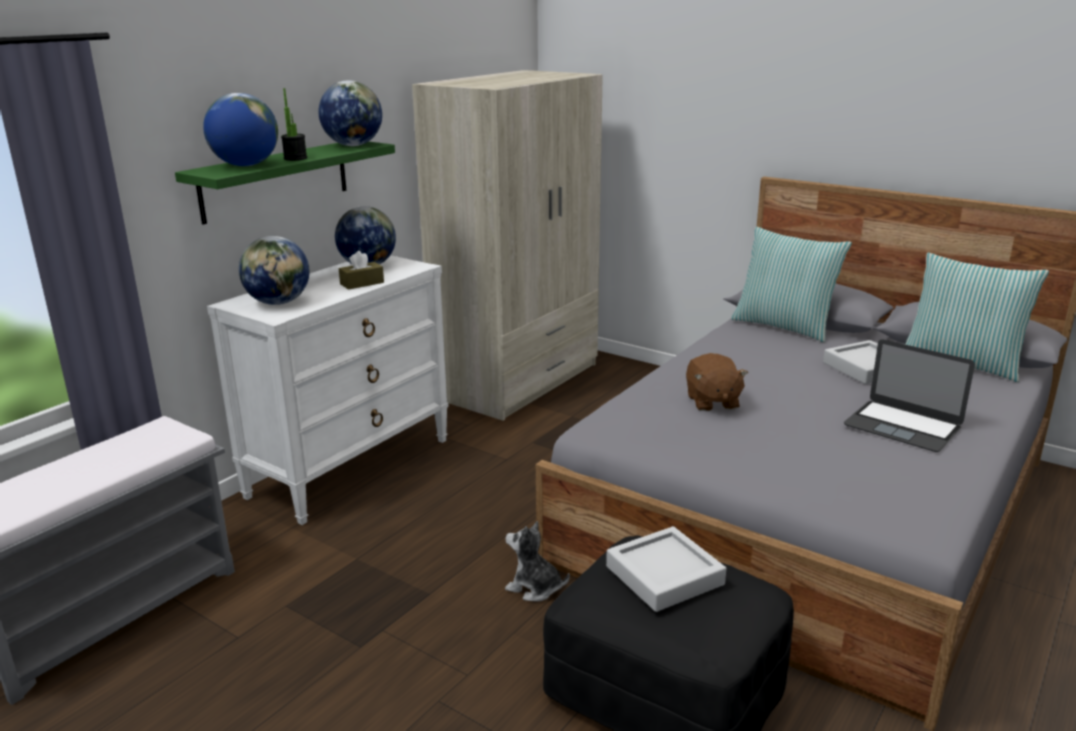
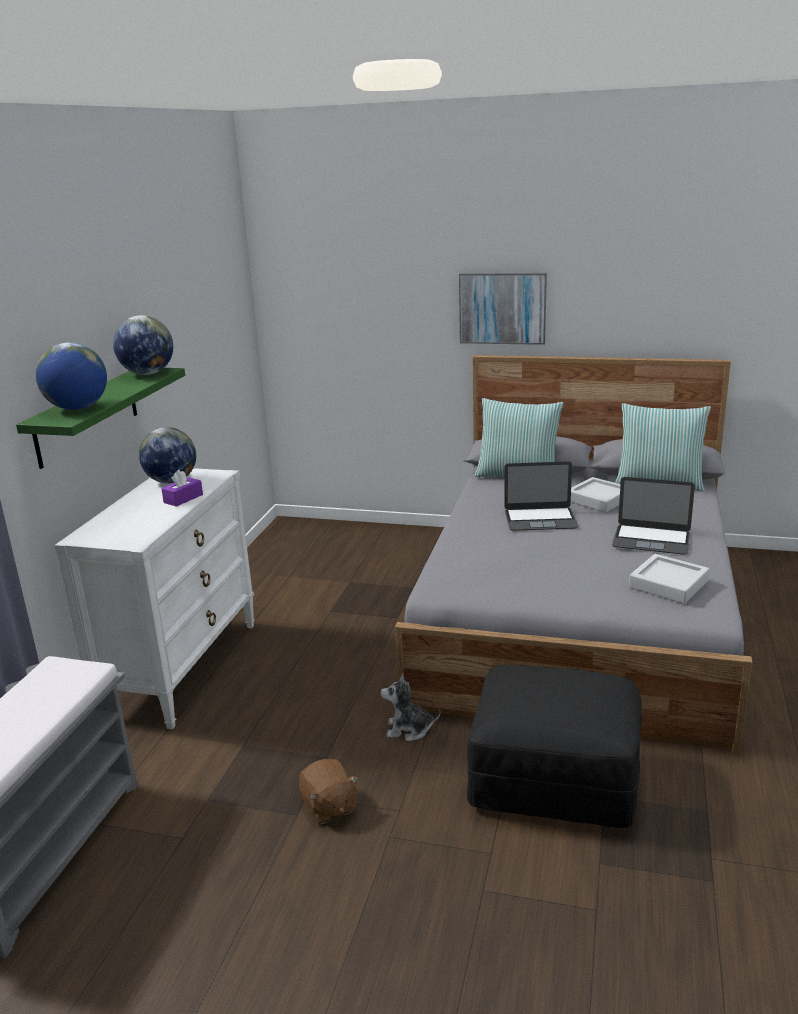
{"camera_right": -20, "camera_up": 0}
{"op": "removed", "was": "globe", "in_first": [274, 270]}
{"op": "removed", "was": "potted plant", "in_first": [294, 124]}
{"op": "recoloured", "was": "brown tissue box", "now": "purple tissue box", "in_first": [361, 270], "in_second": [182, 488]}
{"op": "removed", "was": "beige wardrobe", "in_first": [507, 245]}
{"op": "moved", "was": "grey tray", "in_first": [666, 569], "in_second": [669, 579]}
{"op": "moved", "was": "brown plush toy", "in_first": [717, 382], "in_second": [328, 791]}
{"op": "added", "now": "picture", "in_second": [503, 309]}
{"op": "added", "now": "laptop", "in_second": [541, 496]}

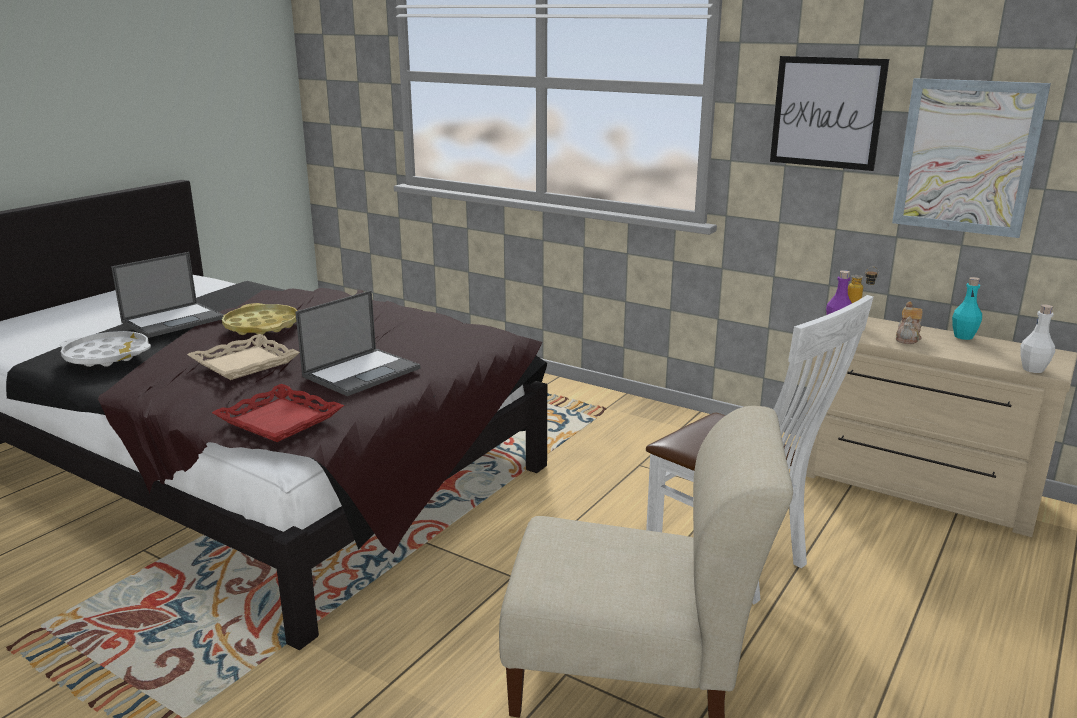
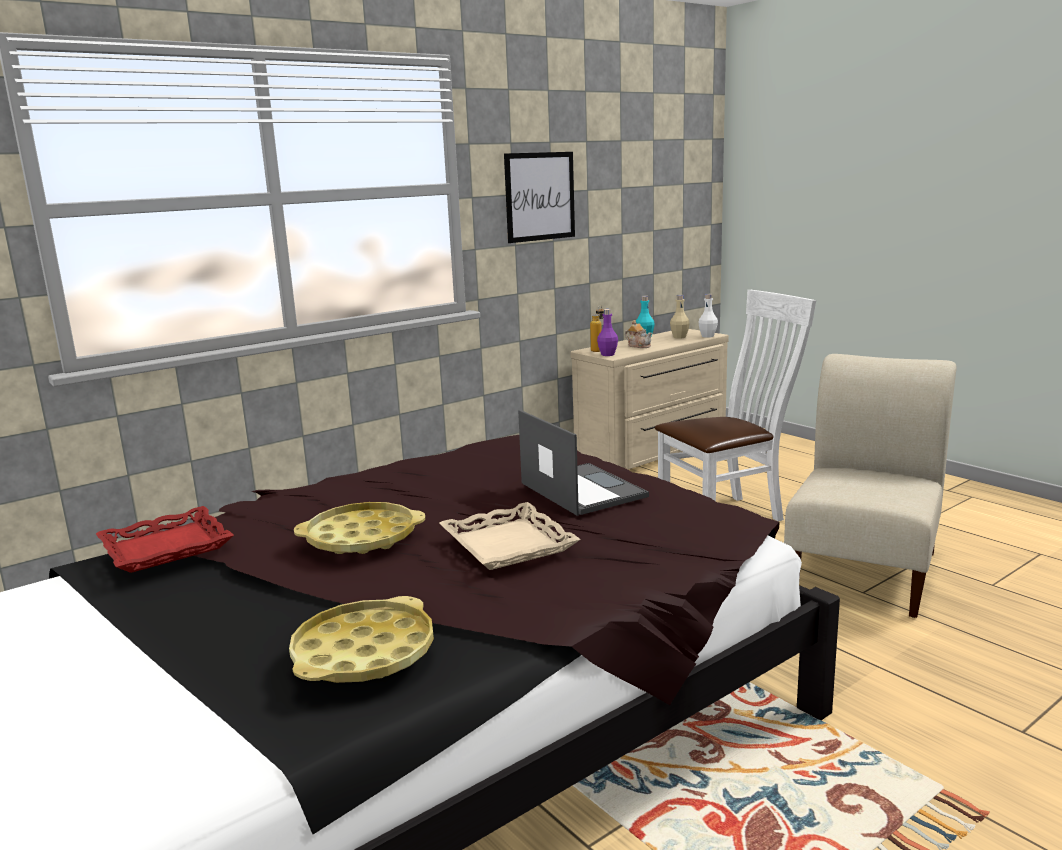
{"camera_right": -70, "camera_up": -5}
{"op": "recoloured", "was": "white tray", "now": "yellow tray", "in_first": [105, 349], "in_second": [361, 639]}
{"op": "removed", "was": "laptop", "in_first": [167, 295]}
{"op": "moved", "was": "red tray", "in_first": [278, 413], "in_second": [165, 539]}
{"op": "removed", "was": "picture", "in_first": [971, 158]}
{"op": "added", "now": "beige bottle", "in_second": [680, 317]}

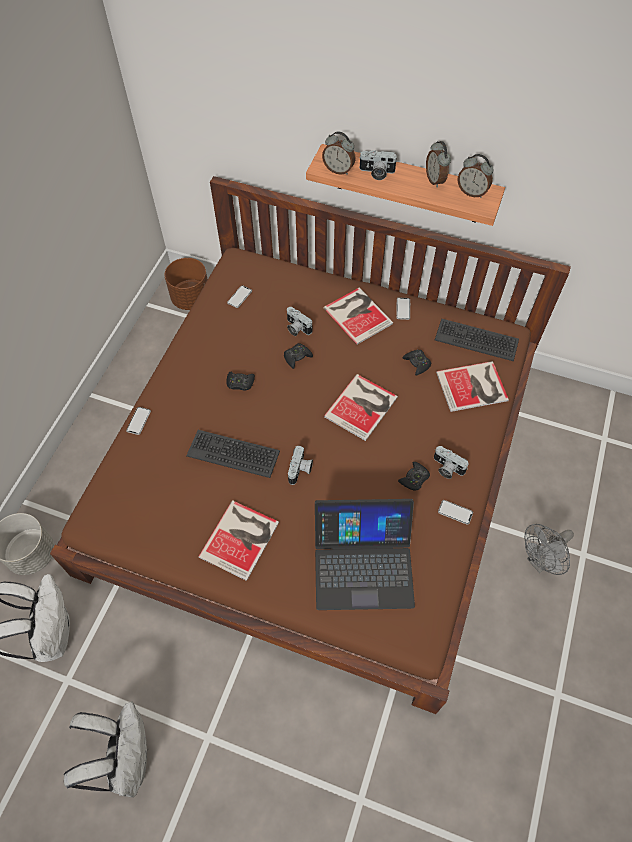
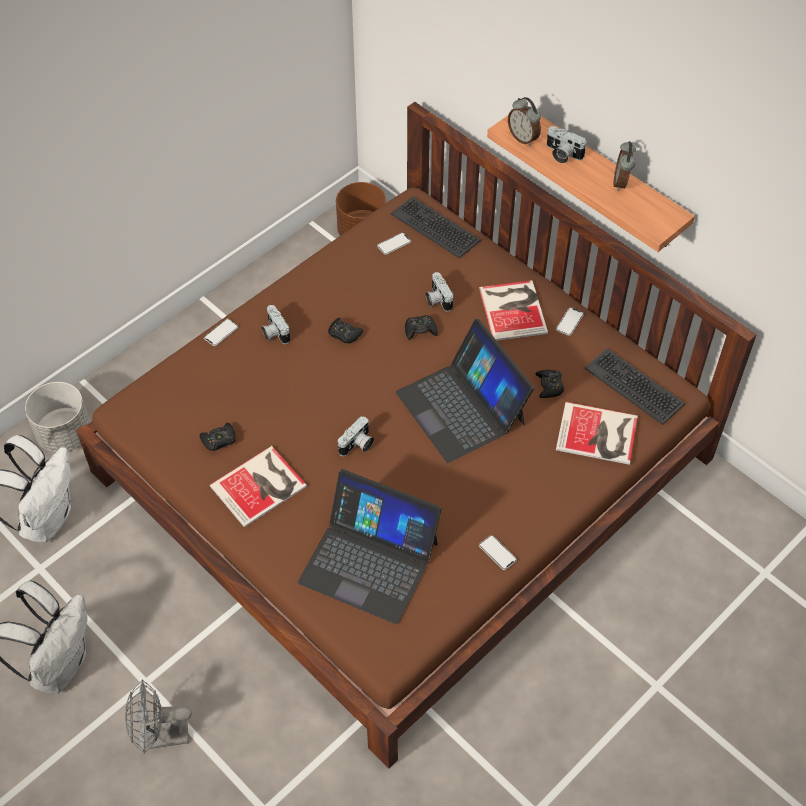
{"camera_right": 25, "camera_up": -5}
{"op": "moved", "was": "keyboard", "in_first": [233, 454], "in_second": [436, 227]}
{"op": "replaced", "was": "book", "now": "laptop", "in_first": [361, 407], "in_second": [465, 391]}
{"op": "moved", "was": "black game controller", "in_first": [414, 476], "in_second": [218, 437]}
{"op": "moved", "was": "photo camera", "in_first": [451, 462], "in_second": [276, 324]}
{"op": "removed", "was": "alarm clock", "in_first": [475, 176]}
{"op": "moved", "was": "grey fan", "in_first": [549, 549], "in_second": [158, 717]}

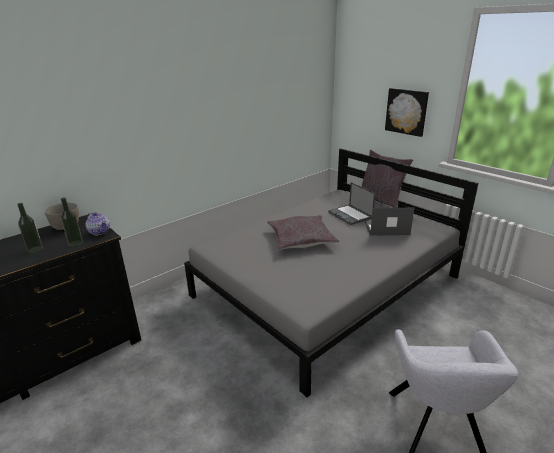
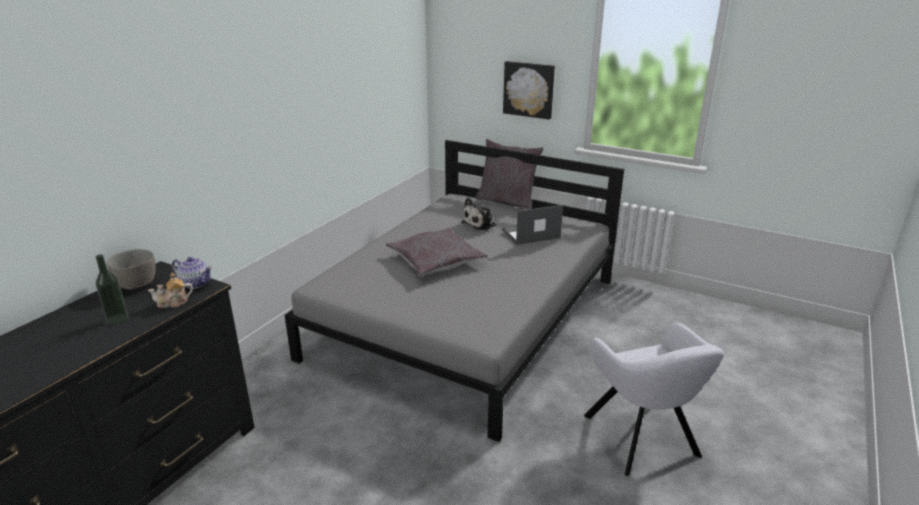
{"camera_right": -20, "camera_up": 0}
{"op": "replaced", "was": "bottle", "now": "teapot", "in_first": [72, 222], "in_second": [170, 290]}
{"op": "replaced", "was": "laptop", "now": "plush toy", "in_first": [352, 203], "in_second": [479, 214]}

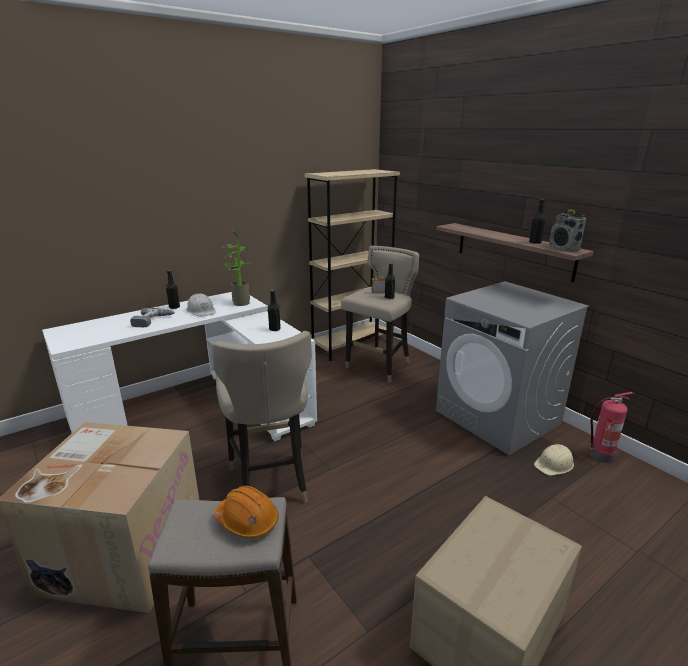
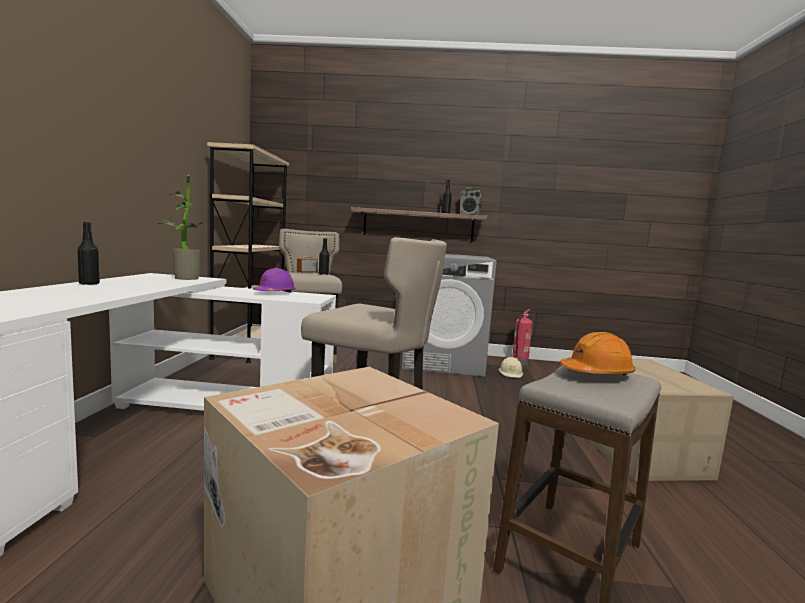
{"camera_right": -50, "camera_up": -15}
{"op": "removed", "was": "power drill", "in_first": [152, 317]}
{"op": "removed", "was": "white hard hat", "in_first": [201, 304]}
{"op": "replaced", "was": "black bottle", "now": "purple hard hat", "in_first": [274, 310], "in_second": [274, 280]}

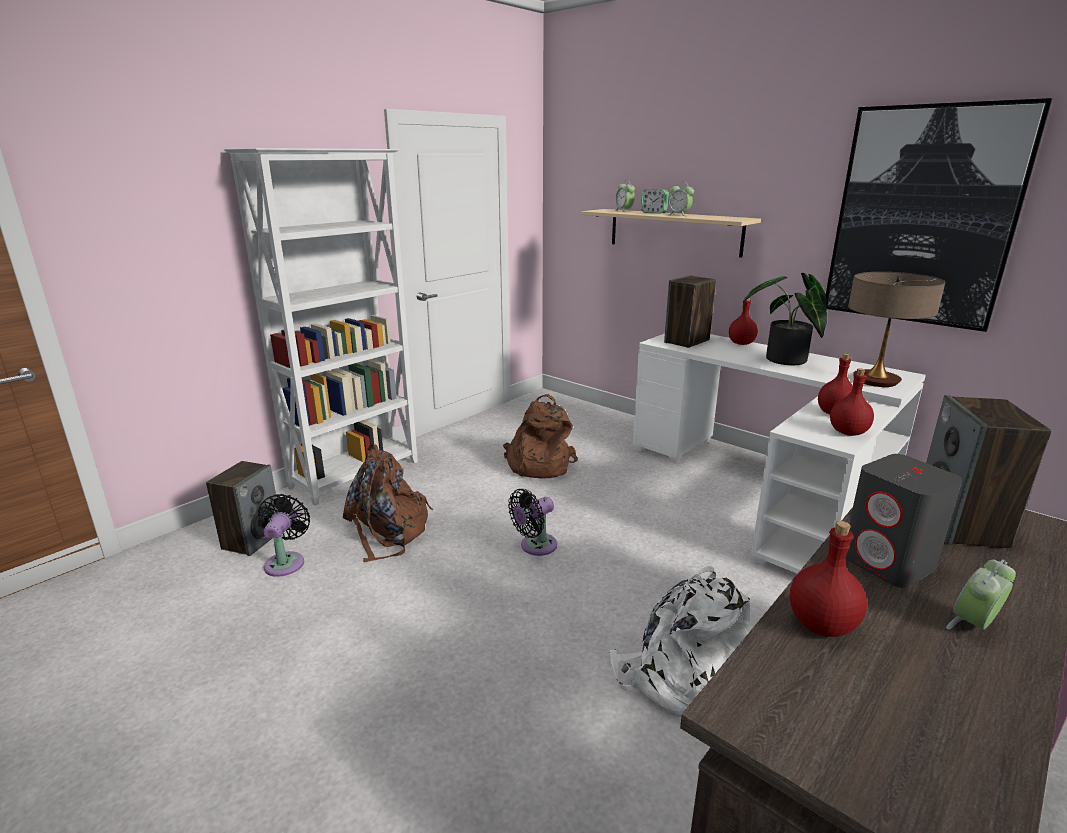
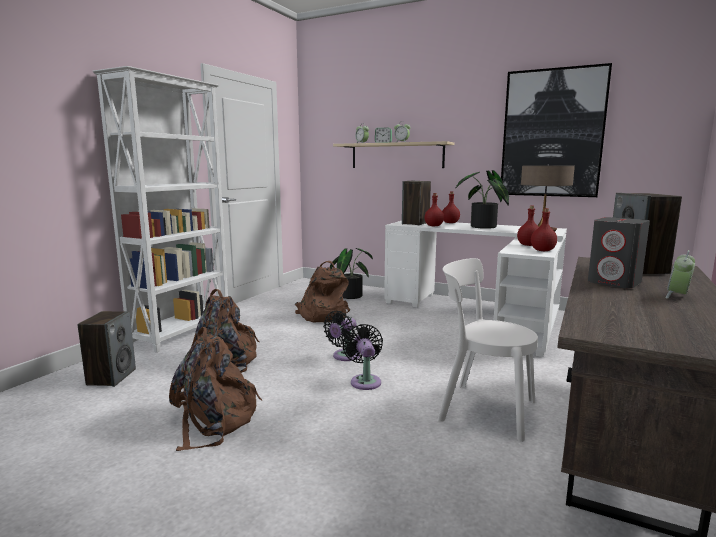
{"camera_right": -15, "camera_up": -10}
{"op": "moved", "was": "black fan", "in_first": [284, 535], "in_second": [363, 357]}
{"op": "replaced", "was": "white backpack", "now": "white chair", "in_first": [681, 641], "in_second": [487, 350]}
{"op": "moved", "was": "red bottle", "in_first": [828, 579], "in_second": [434, 209]}
{"op": "added", "now": "brown backpack", "in_second": [215, 389]}
{"op": "added", "now": "potted plant", "in_second": [351, 273]}

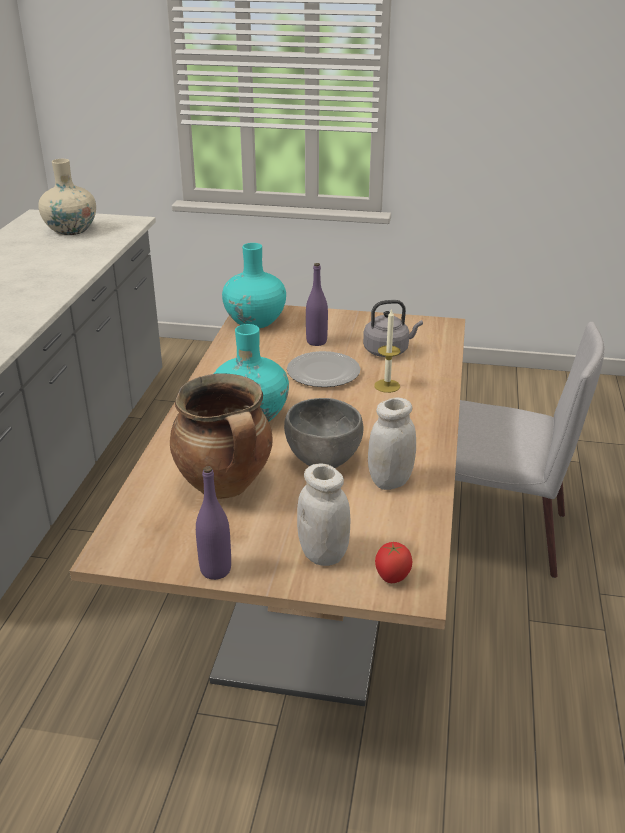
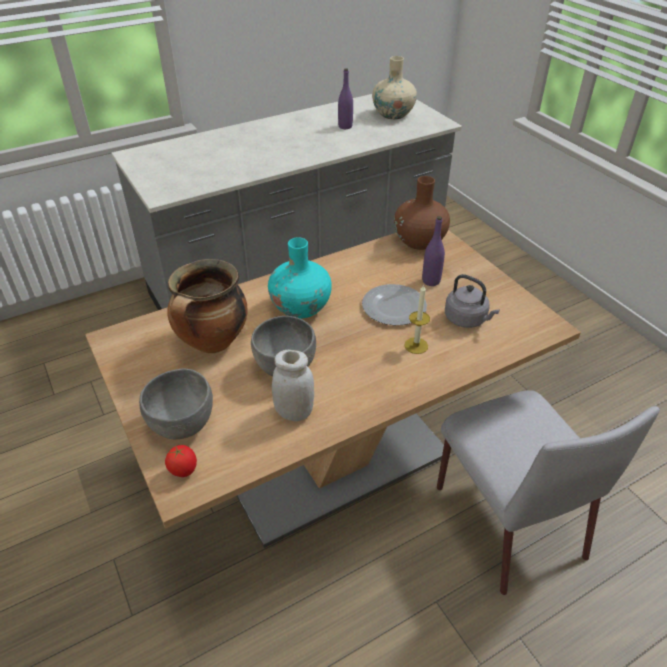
{"camera_right": 50, "camera_up": 10}
{"op": "moved", "was": "purple bottle", "in_first": [213, 523], "in_second": [345, 98]}
{"op": "recoloured", "was": "turquoise vase", "now": "brown vase", "in_first": [254, 285], "in_second": [422, 213]}
{"op": "replaced", "was": "white jar", "now": "grey bowl", "in_first": [323, 514], "in_second": [176, 404]}

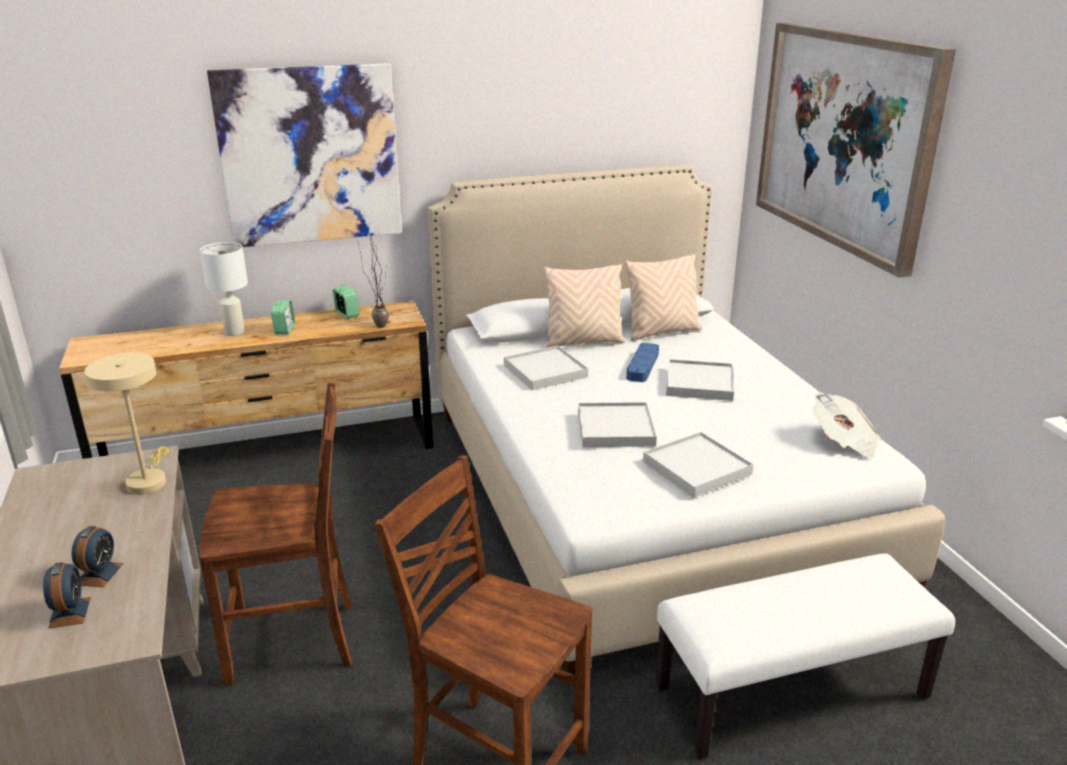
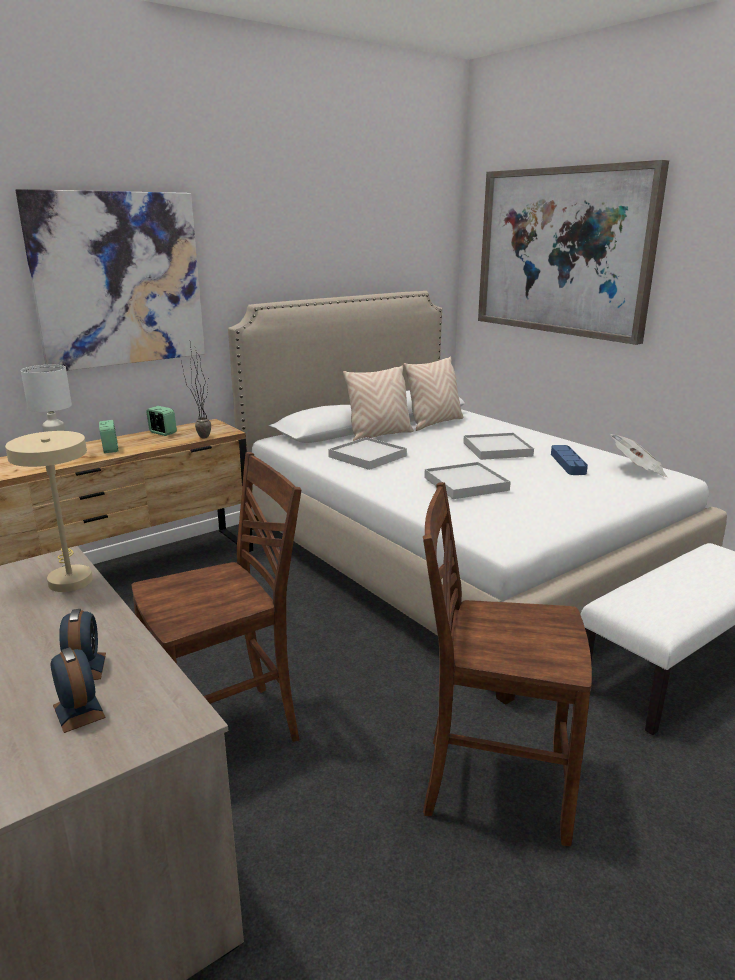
{"camera_right": -20, "camera_up": -5}
{"op": "moved", "was": "blue tray", "in_first": [642, 362], "in_second": [569, 460]}
{"op": "removed", "was": "white tray", "in_first": [698, 465]}

